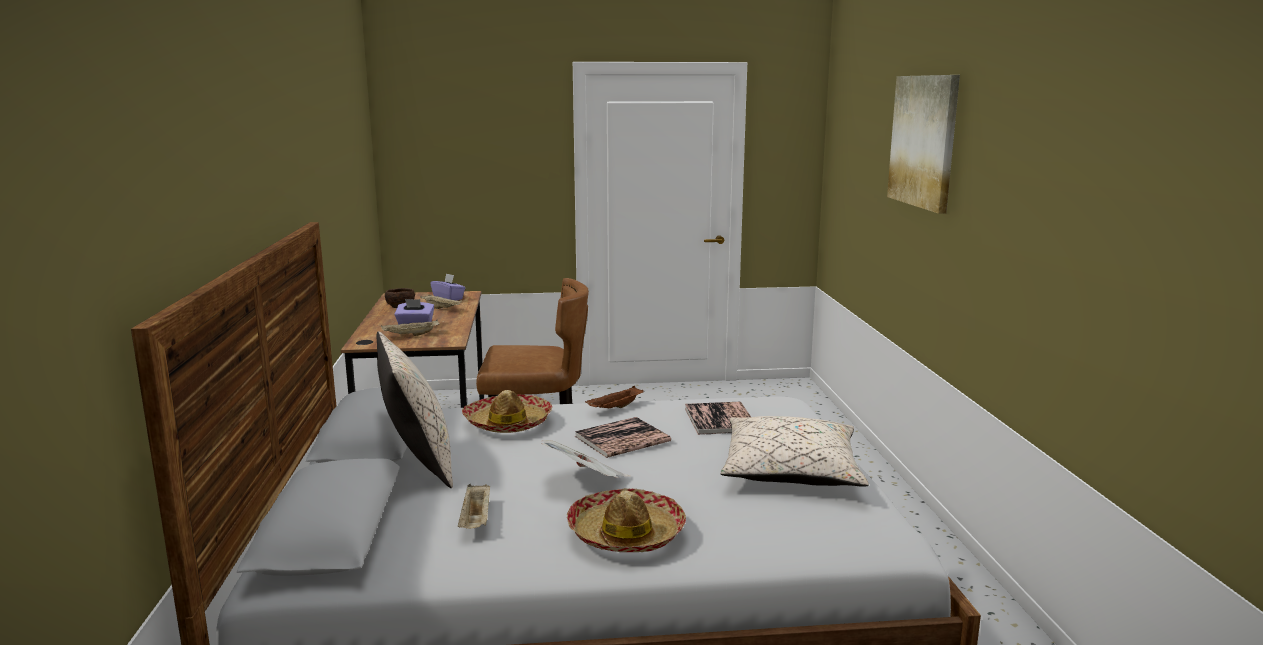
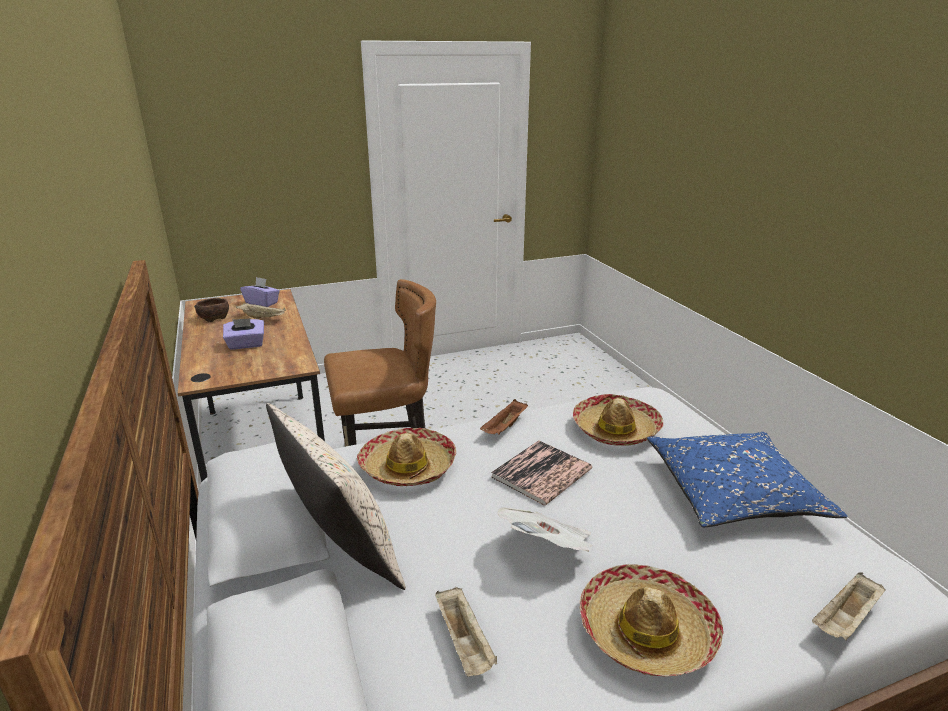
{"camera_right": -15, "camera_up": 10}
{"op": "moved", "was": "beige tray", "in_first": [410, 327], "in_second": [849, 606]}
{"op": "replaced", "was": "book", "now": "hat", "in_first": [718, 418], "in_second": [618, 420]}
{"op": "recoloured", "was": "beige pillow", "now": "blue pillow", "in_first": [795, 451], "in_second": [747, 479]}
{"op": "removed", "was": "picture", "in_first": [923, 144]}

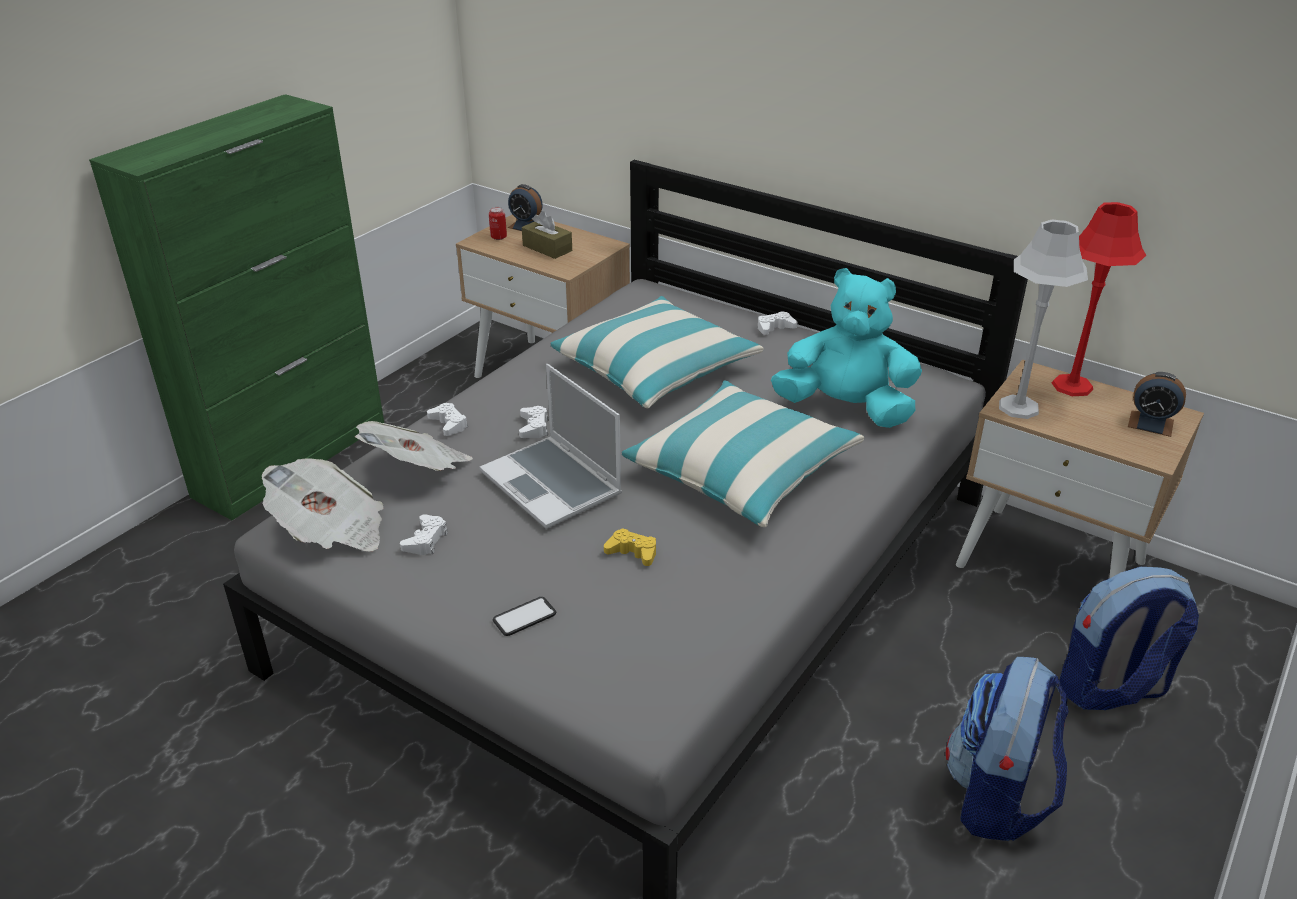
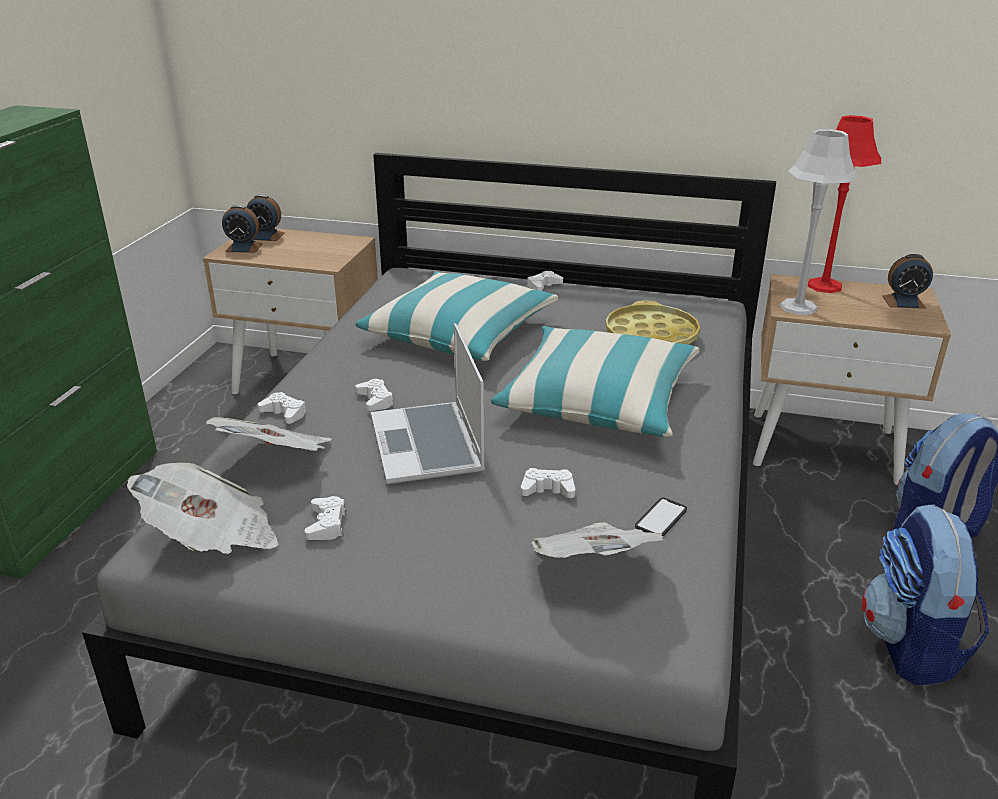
{"camera_right": -20, "camera_up": -5}
{"op": "turned", "was": "laptop", "in_first": [550, 446], "in_second": [428, 403], "clockwise": 45}
{"op": "replaced", "was": "can", "now": "alarm clock", "in_first": [498, 223], "in_second": [242, 229]}
{"op": "moved", "was": "phone", "in_first": [524, 616], "in_second": [661, 517]}
{"op": "removed", "was": "brown tissue box", "in_first": [547, 235]}
{"op": "recoloured", "was": "yellow game controller", "now": "white game controller", "in_first": [630, 547], "in_second": [548, 483]}
{"op": "replaced", "was": "turquoise plush toy", "now": "yellow tray", "in_first": [846, 348], "in_second": [652, 322]}
{"op": "added", "now": "newspaper", "in_second": [598, 540]}

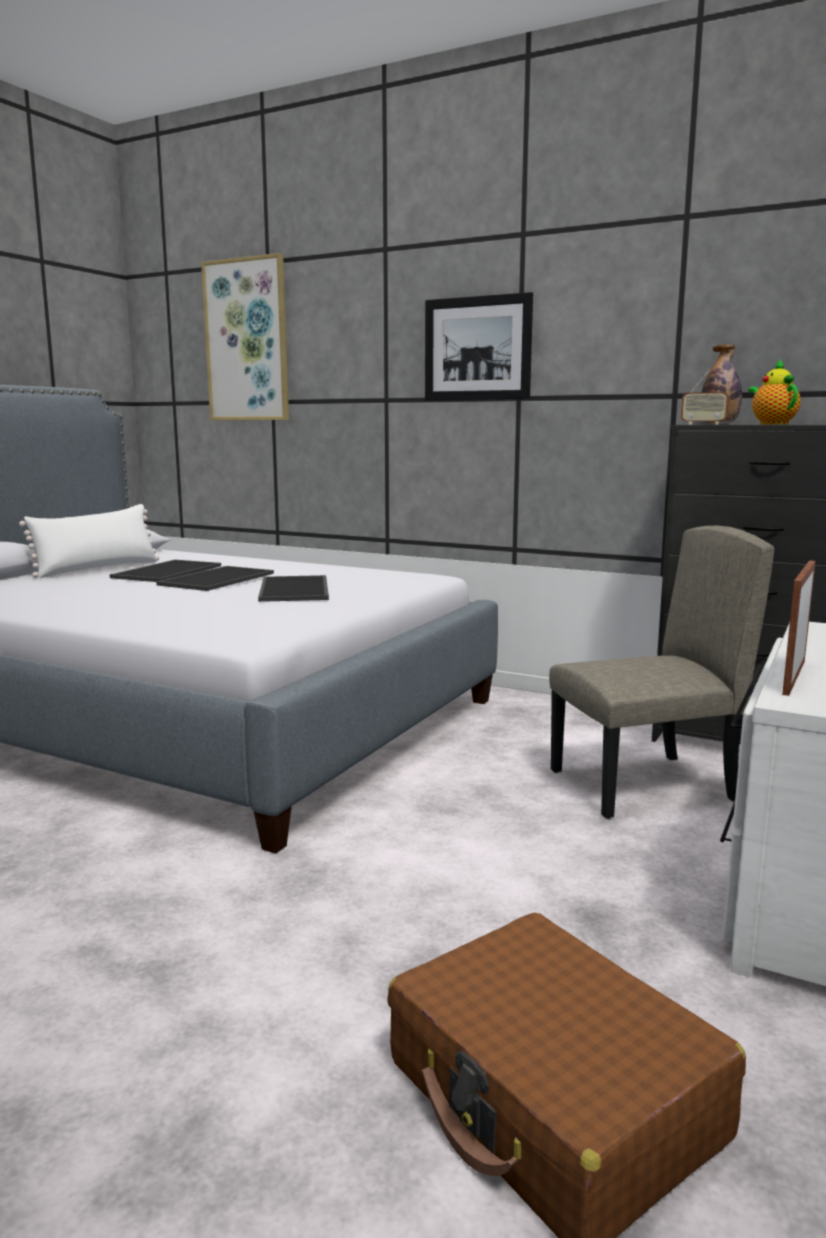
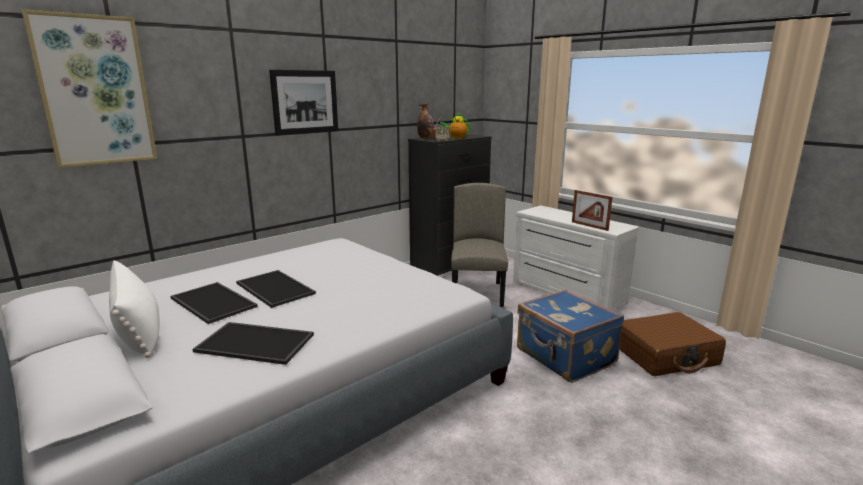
{"camera_right": -70, "camera_up": 5}
{"op": "moved", "was": "tray", "in_first": [293, 588], "in_second": [253, 343]}
{"op": "added", "now": "blue suitcase", "in_second": [570, 336]}

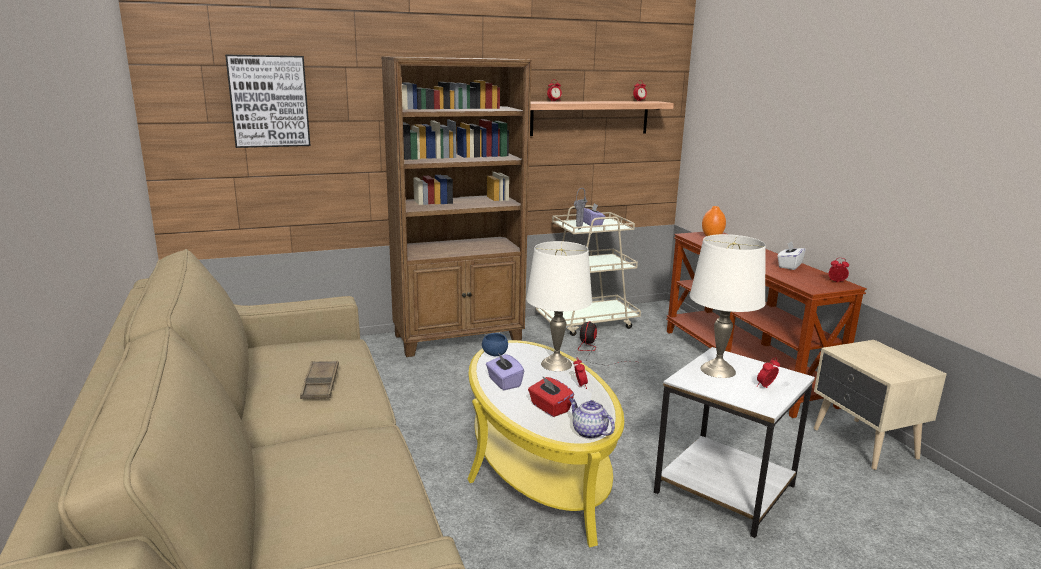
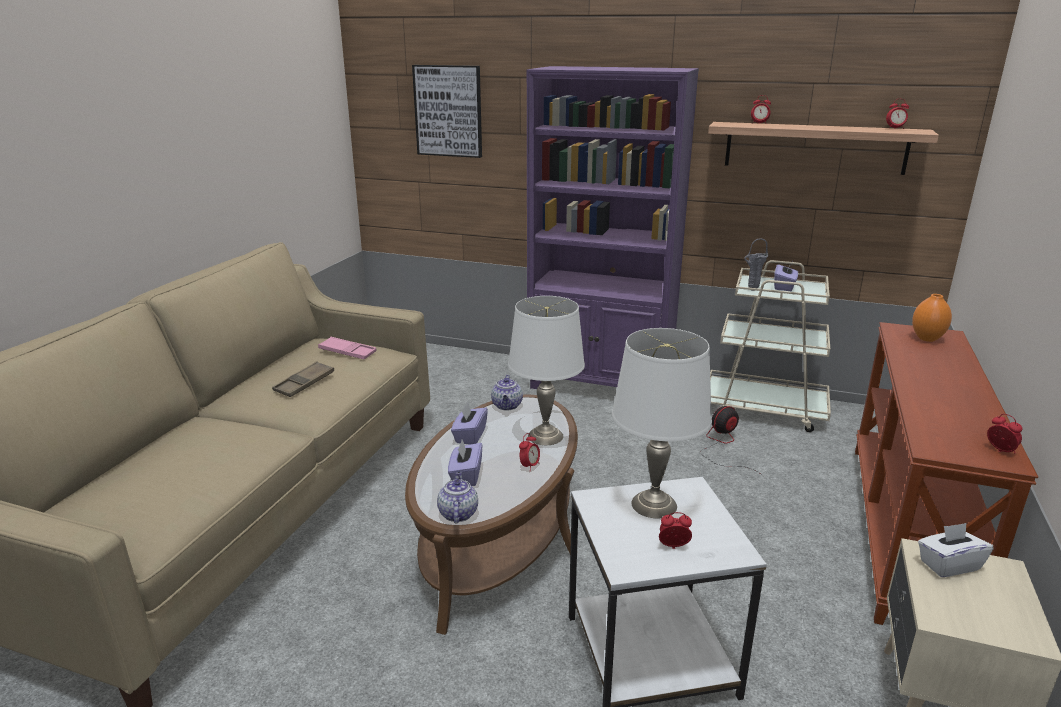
{"camera_right": 40, "camera_up": 5}
{"op": "recoloured", "was": "brown bookcase", "now": "purple bookcase", "in_first": [456, 206], "in_second": [613, 227]}
{"op": "recoloured", "was": "yellow coffee table", "now": "brown coffee table", "in_first": [546, 443], "in_second": [491, 515]}
{"op": "replaced", "was": "blue bowl", "now": "teapot", "in_first": [495, 344], "in_second": [507, 393]}
{"op": "recoloured", "was": "red tissue box", "now": "purple tissue box", "in_first": [551, 397], "in_second": [465, 463]}
{"op": "moved", "was": "white tissue box", "in_first": [791, 255], "in_second": [956, 550]}
{"op": "added", "now": "pink tray", "in_second": [347, 348]}

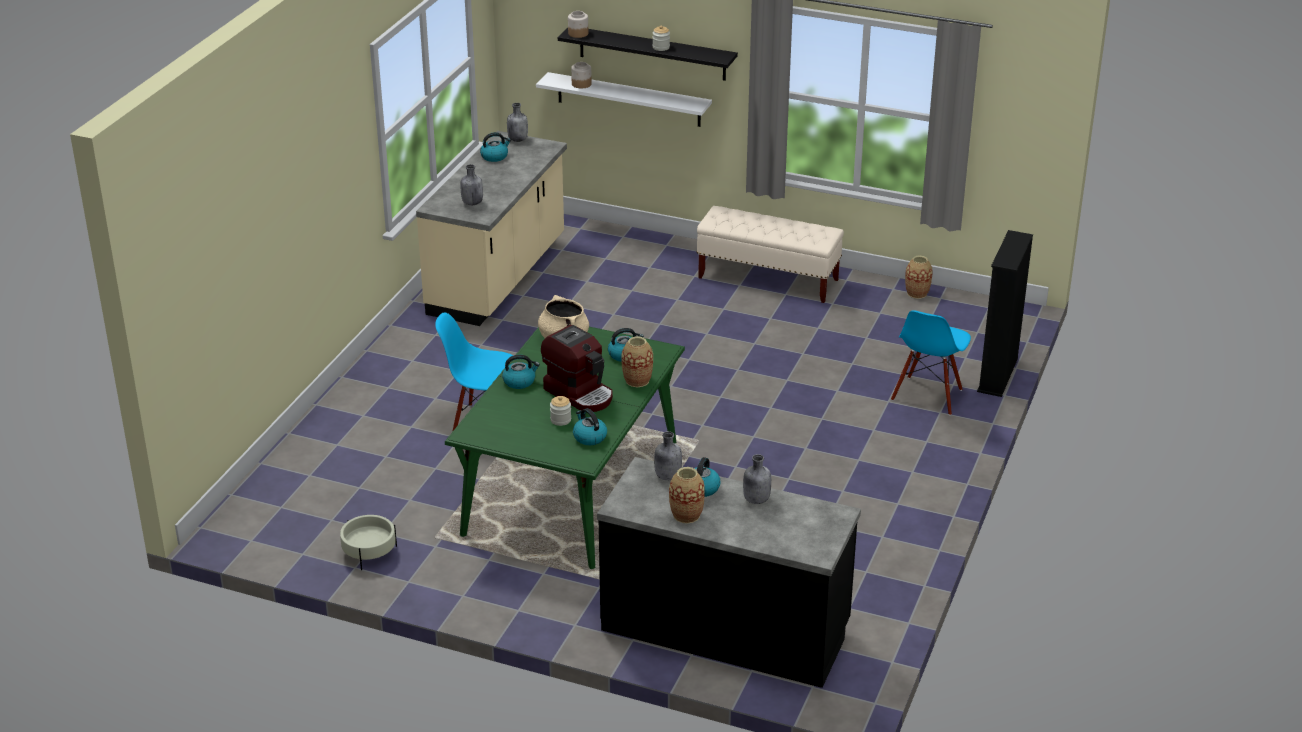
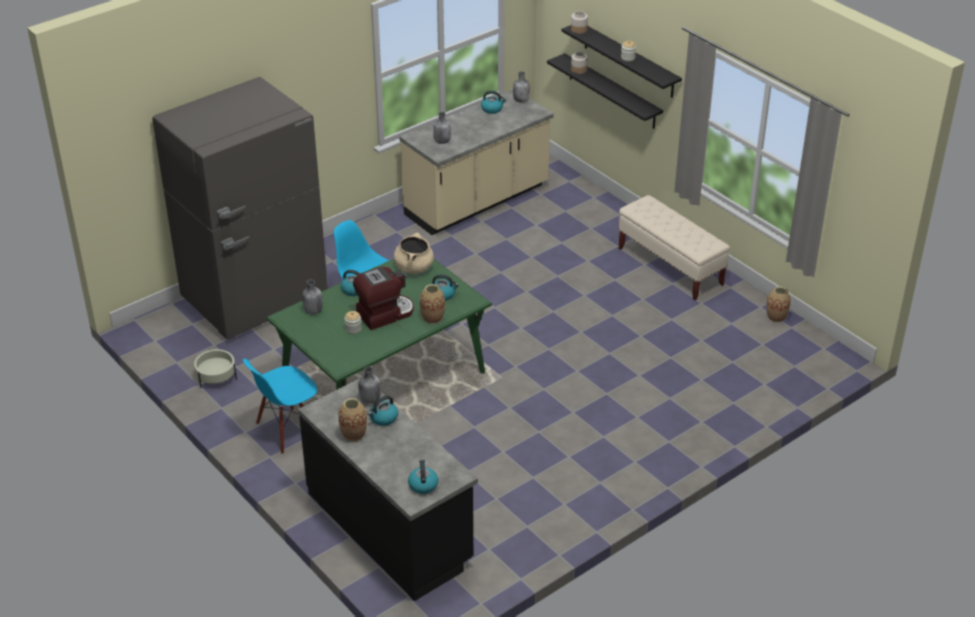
{"camera_right": 30, "camera_up": 5}
{"op": "recoloured", "was": "white shelf", "now": "black shelf", "in_first": [624, 99], "in_second": [605, 91]}
{"op": "turned", "was": "coffee machine", "in_first": [577, 368], "in_second": [383, 298], "clockwise": -105}
{"op": "moved", "was": "kettle", "in_first": [590, 426], "in_second": [423, 476]}
{"op": "moved", "was": "grey bottle", "in_first": [757, 479], "in_second": [312, 296]}
{"op": "moved", "was": "blue chair", "in_first": [931, 362], "in_second": [280, 406]}
{"op": "removed", "was": "black bookcase", "in_first": [1005, 313]}
{"op": "added", "now": "grey fridge", "in_second": [240, 208]}

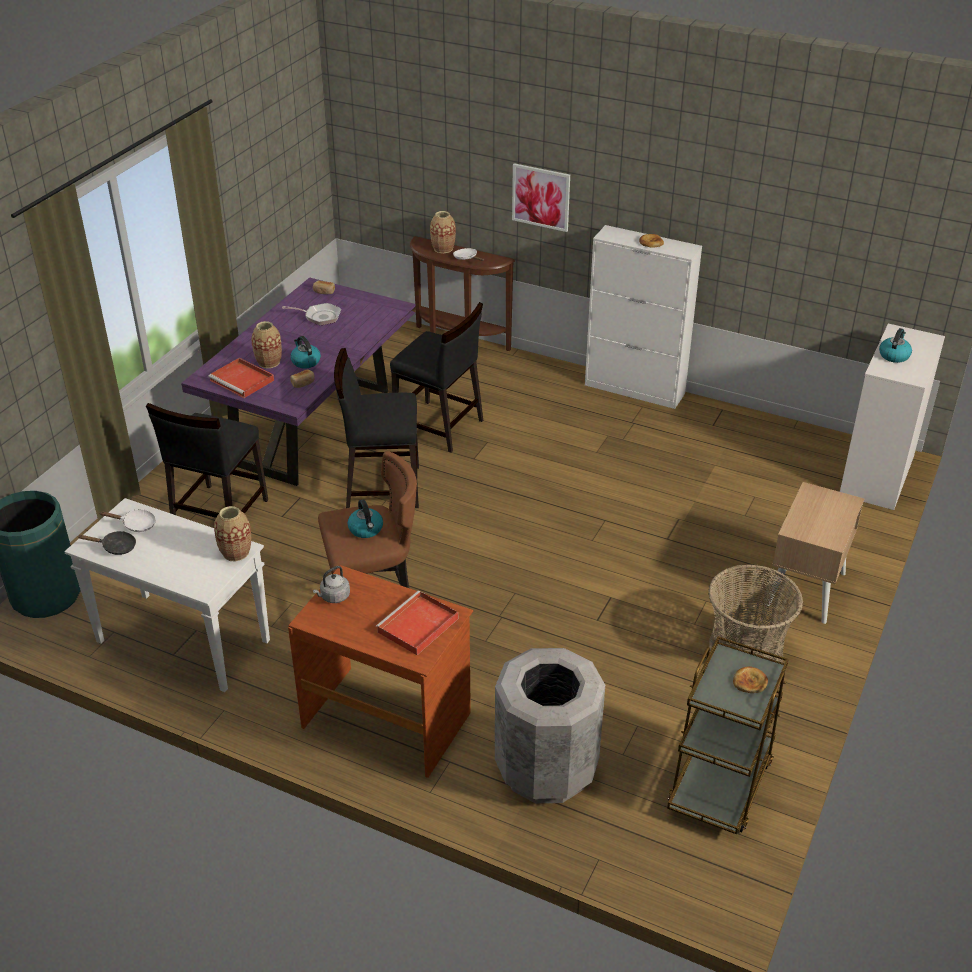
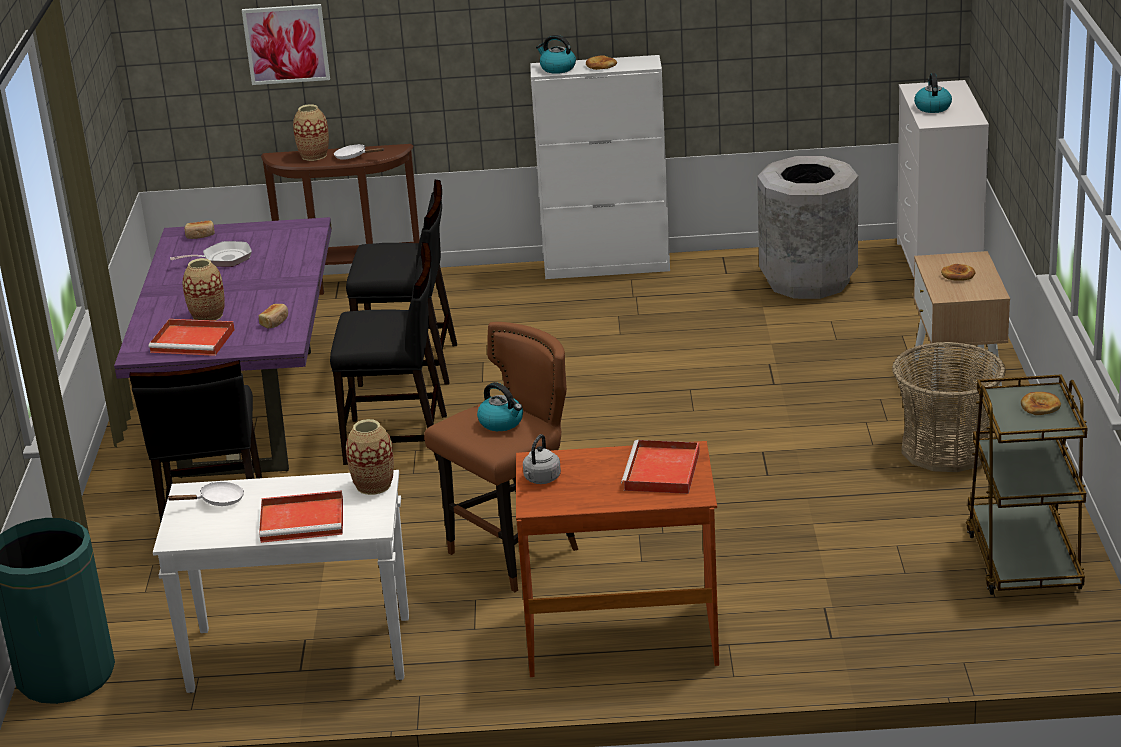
{"camera_right": -25, "camera_up": -10}
{"op": "removed", "was": "black frying pan", "in_first": [107, 543]}
{"op": "moved", "was": "kettle", "in_first": [305, 352], "in_second": [556, 54]}
{"op": "turned", "was": "black chair", "in_first": [376, 428], "in_second": [388, 354], "clockwise": -150}
{"op": "moved", "was": "grey trash can", "in_first": [550, 725], "in_second": [807, 227]}
{"op": "moved", "was": "picture", "in_first": [541, 197], "in_second": [286, 44]}
{"op": "added", "now": "red tray", "in_second": [301, 516]}
{"op": "added", "now": "bread", "in_second": [958, 272]}

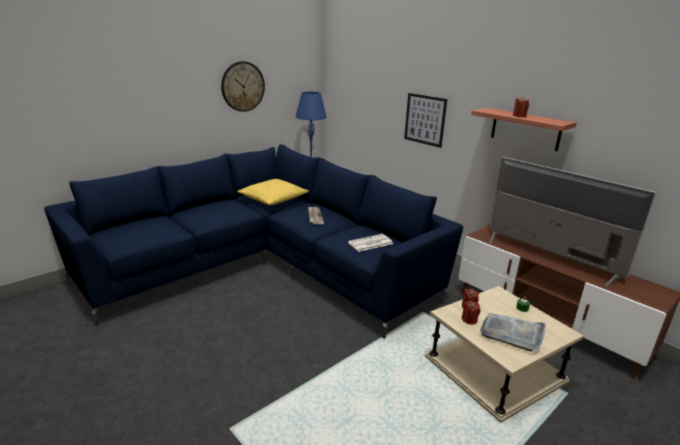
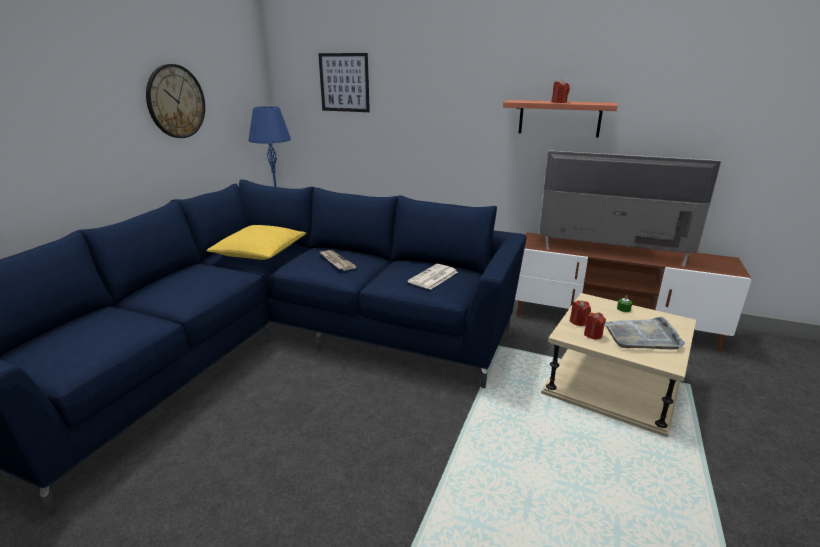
{"camera_right": -25, "camera_up": 0}
{"op": "moved", "was": "picture", "in_first": [425, 120], "in_second": [344, 82]}

